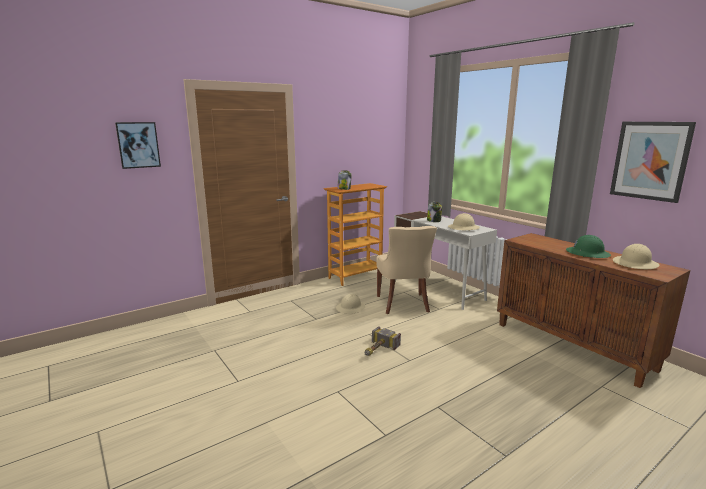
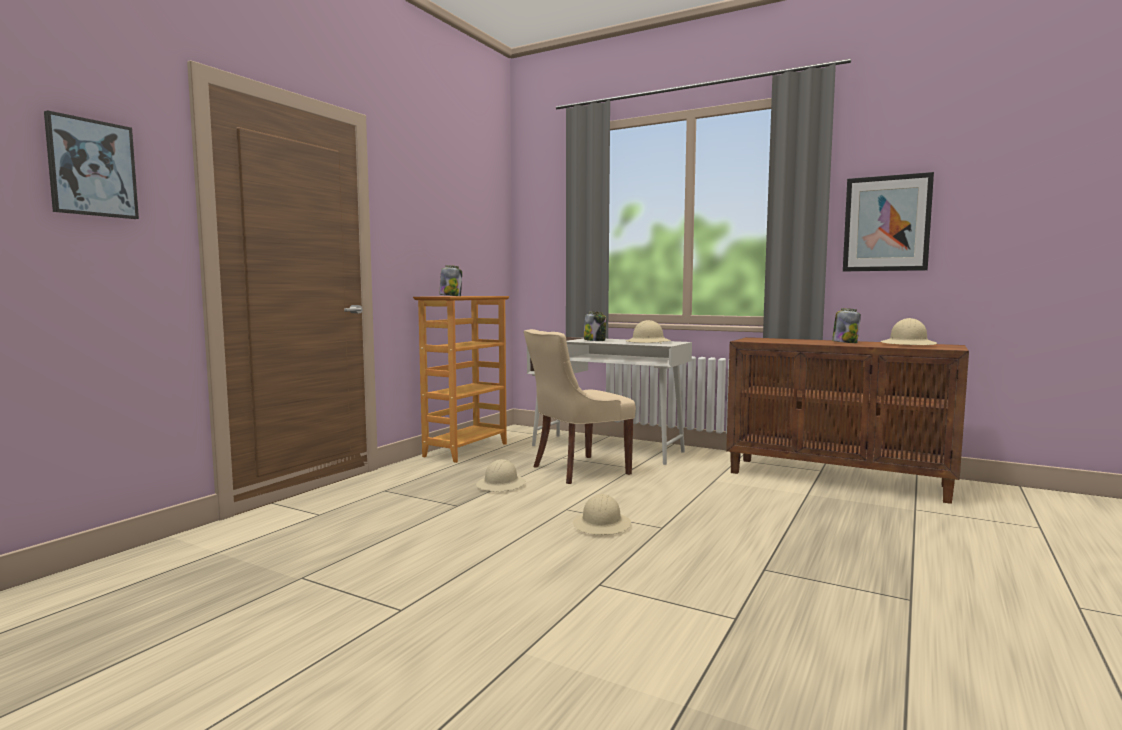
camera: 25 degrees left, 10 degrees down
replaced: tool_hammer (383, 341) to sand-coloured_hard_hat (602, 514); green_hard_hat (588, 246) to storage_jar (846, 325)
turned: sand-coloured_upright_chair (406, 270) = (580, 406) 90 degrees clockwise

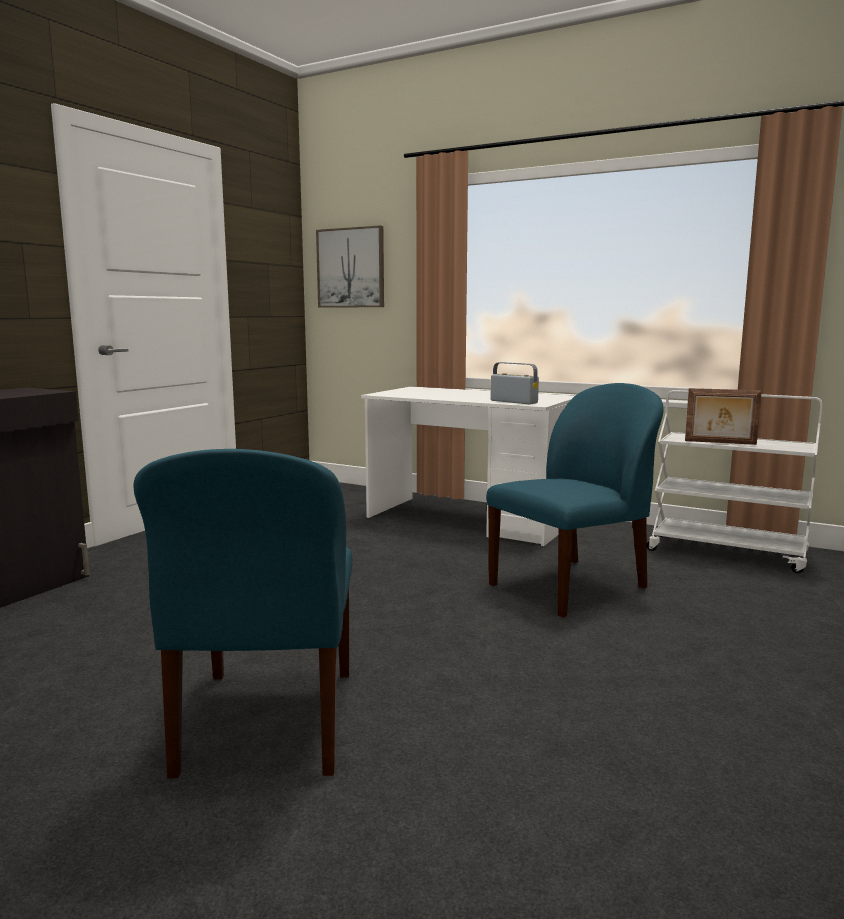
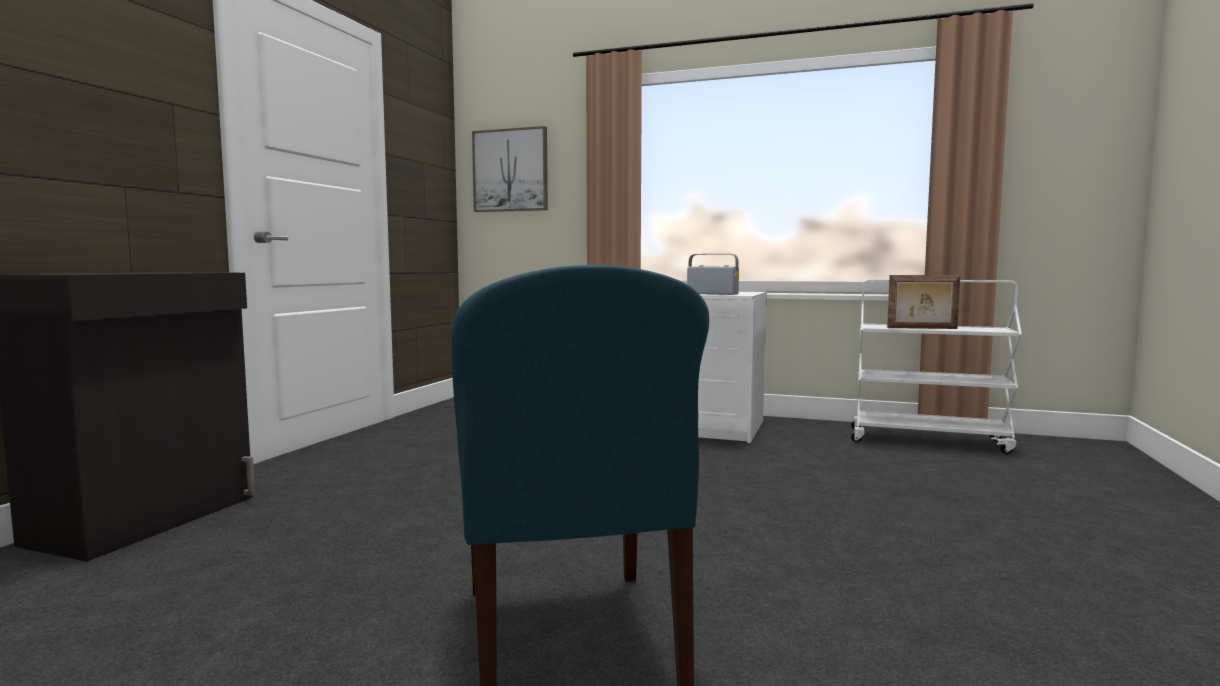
camera: 10 degrees left, 5 degrees down
removed: blue_upright_chair (575, 500)

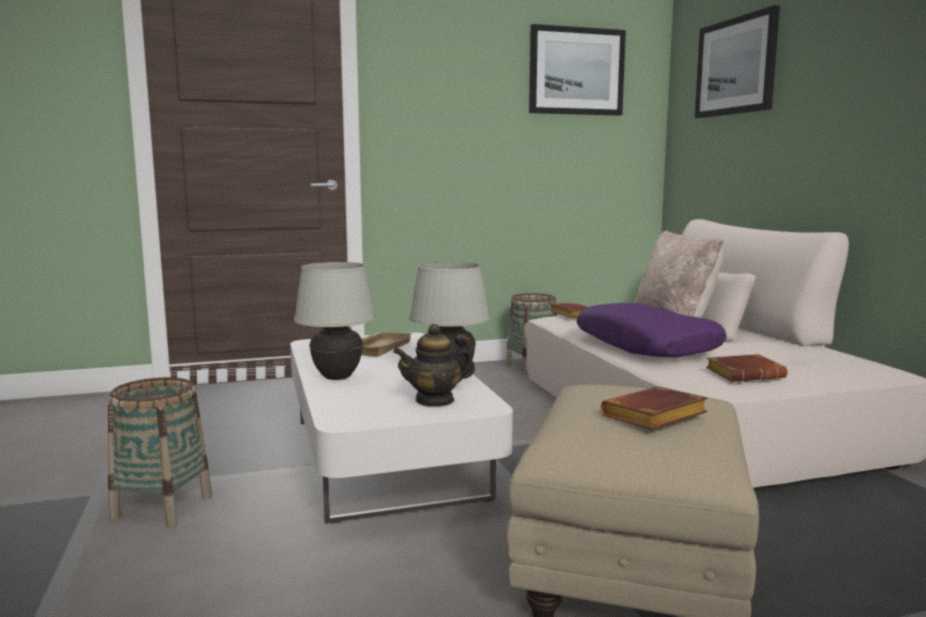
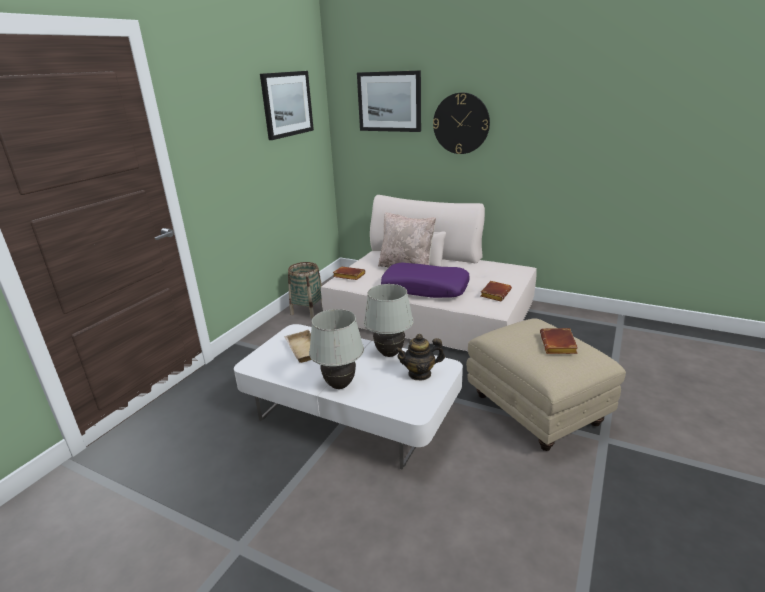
camera: 45 degrees left, 15 degrees up
removed: basket (160, 452)
added: hanging_clock (461, 123)
turned: tea_pot (434, 365) = (419, 357) 60 degrees clockwise

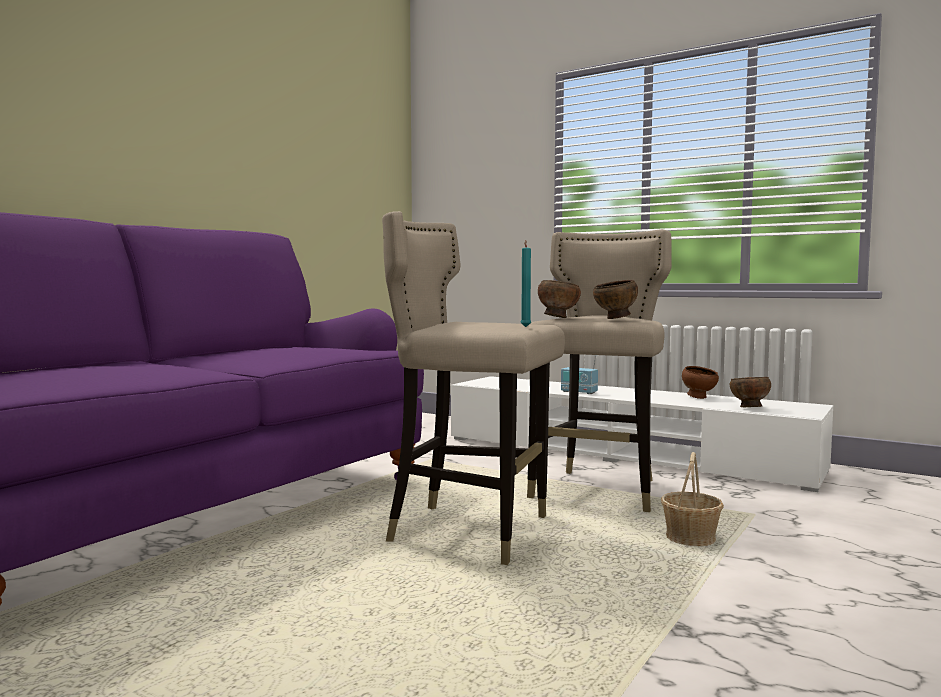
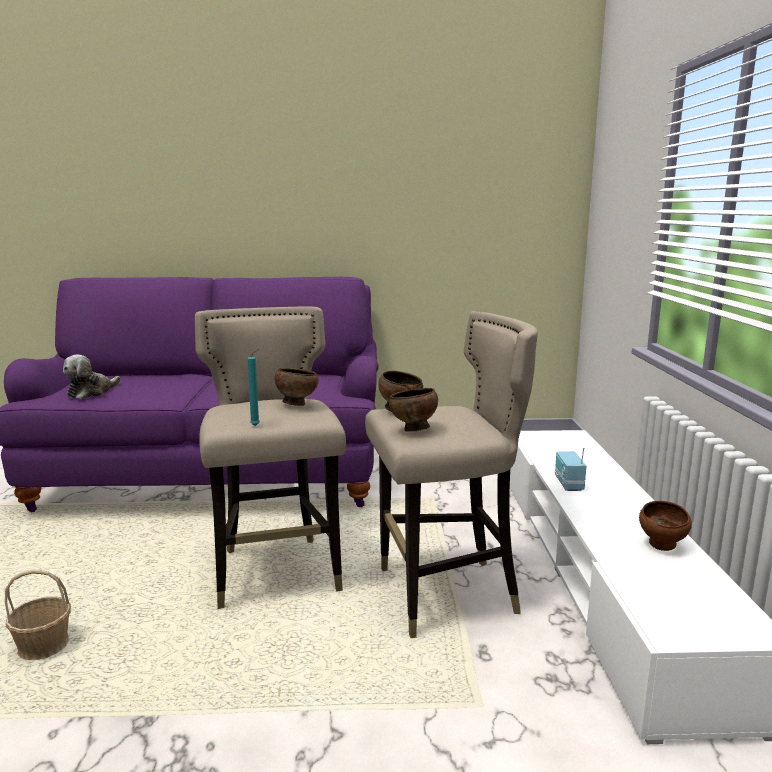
camera: 55 degrees right, 10 degrees up
added: soft_toy (92, 377)
moved: basket (692, 499) to (38, 614); brownish_serving_bowl (750, 392) to (296, 387)

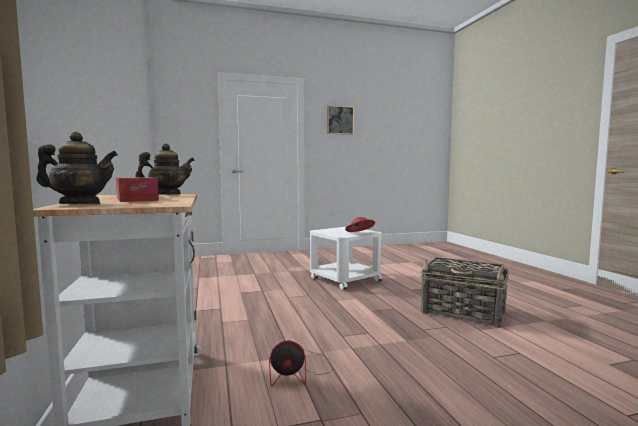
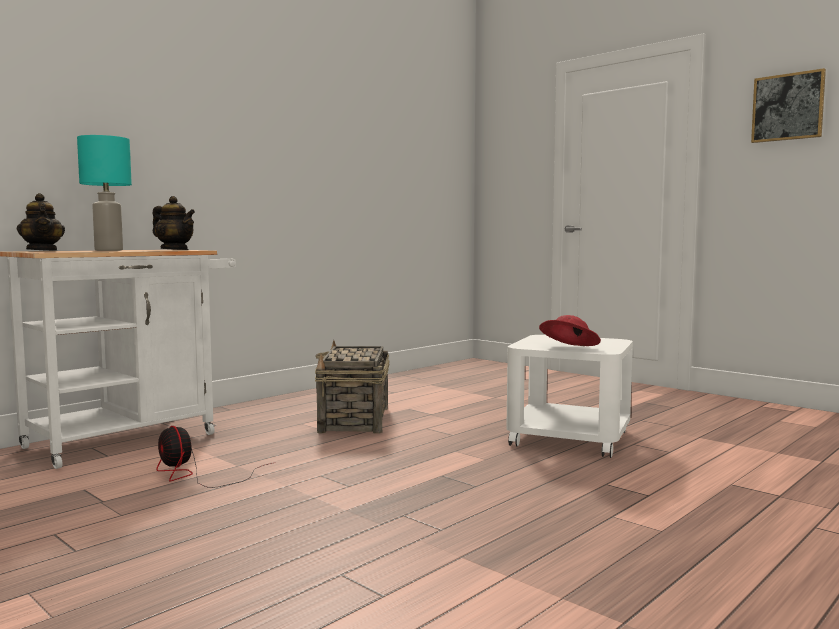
camera: 60 degrees right, 0 degrees up
moved: basket (464, 292) to (352, 387)
replaced: tissue_holder (137, 189) to blue-green_tabletop_lamp (104, 193)

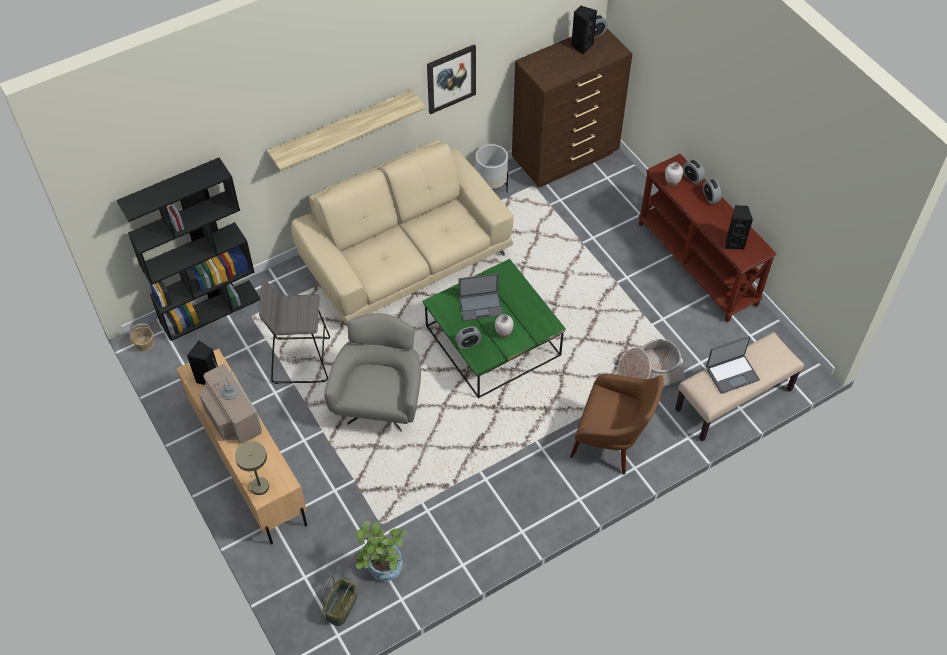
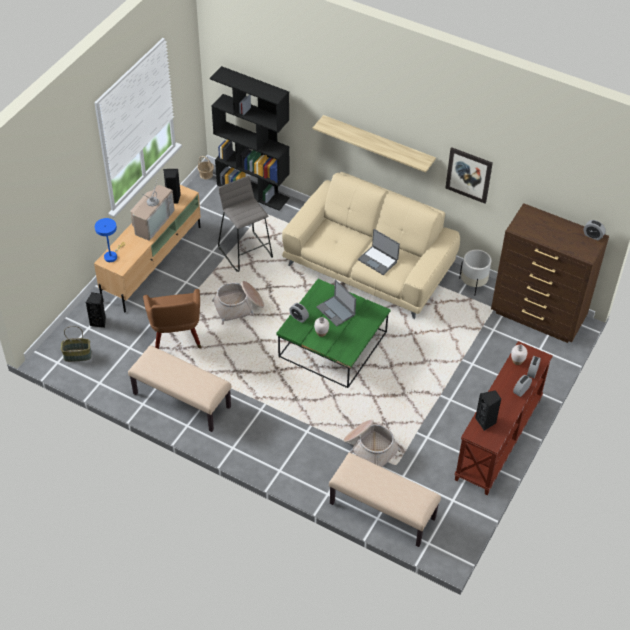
camera: 60 degrees right, 5 degrees down
removed: plant_in_a_pot (380, 551)
added: sand-coloured_long_seat (179, 388)
moved: brownish_easy_chair (616, 424) to (172, 319); blackish_loudspeaker (584, 30) to (96, 310); laptop (733, 365) to (379, 252)
replaced: grey_easy_chair (372, 372) to basket (238, 303)
recoloured: sand-coloured_tabletop_lamp (252, 468) to blue_tabletop_lamp (110, 240)

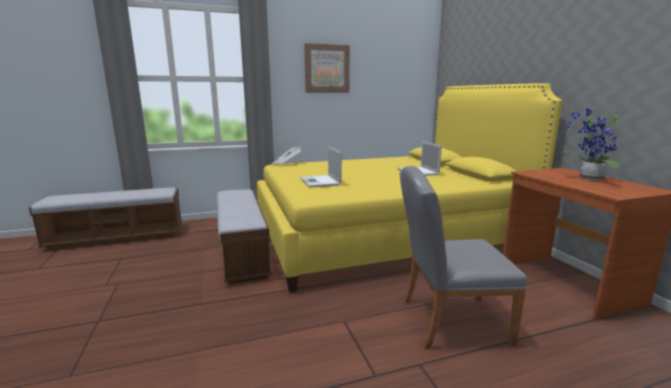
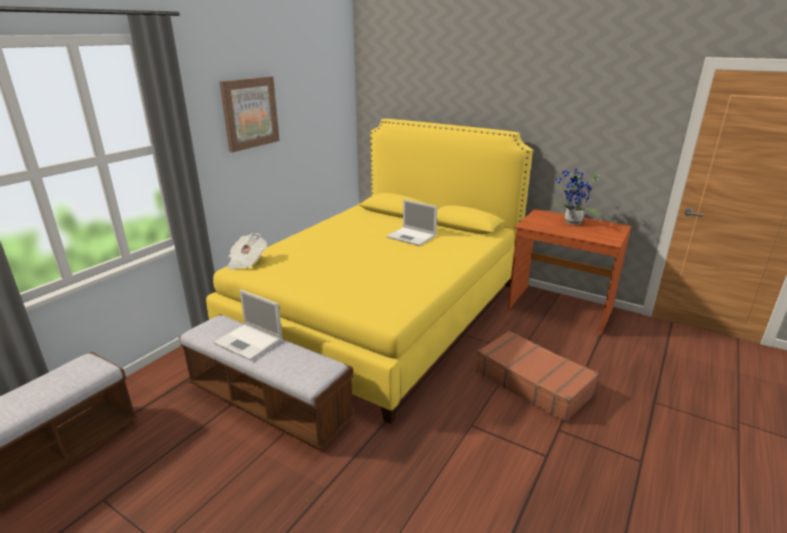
camera: 40 degrees left, 10 degrees up
moved: laptop (321, 167) to (247, 325)
replaced: grey_upright_chair (463, 257) to brownish_travel_case (537, 377)

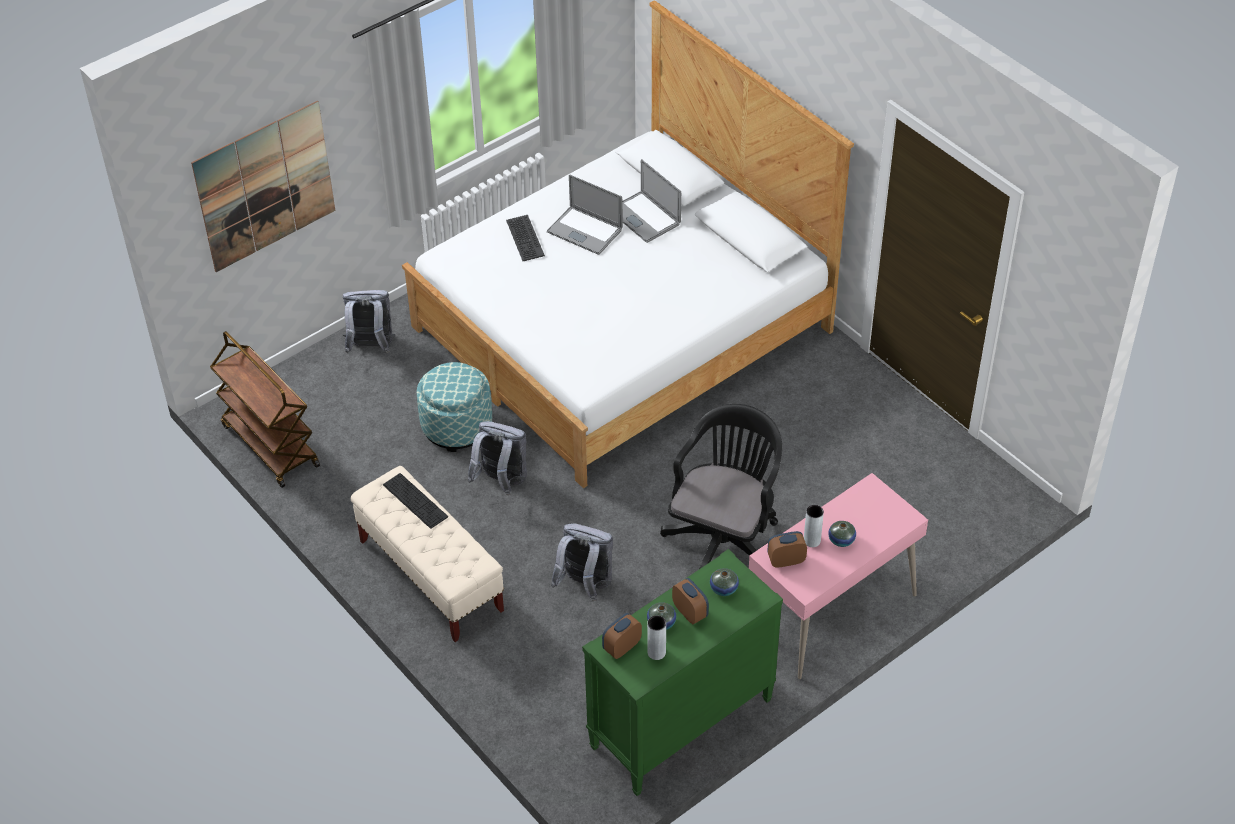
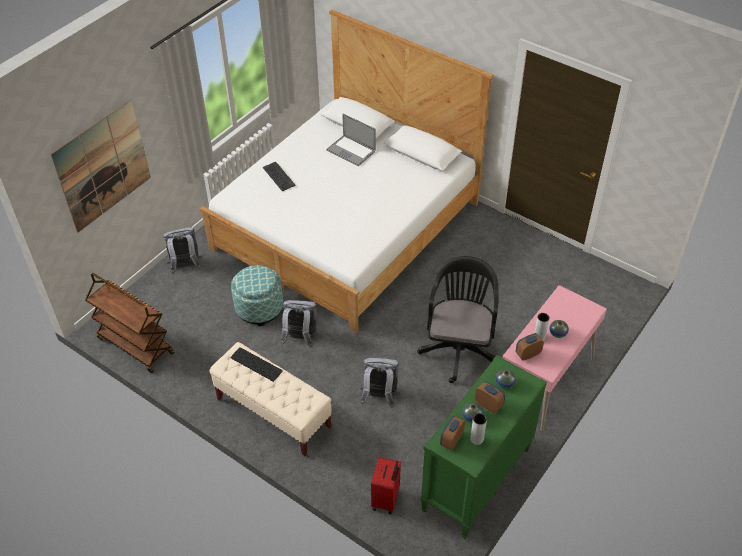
camera: 15 degrees left, 0 degrees up
removed: laptop (585, 214)
added: red-coloured_travel_case (386, 485)

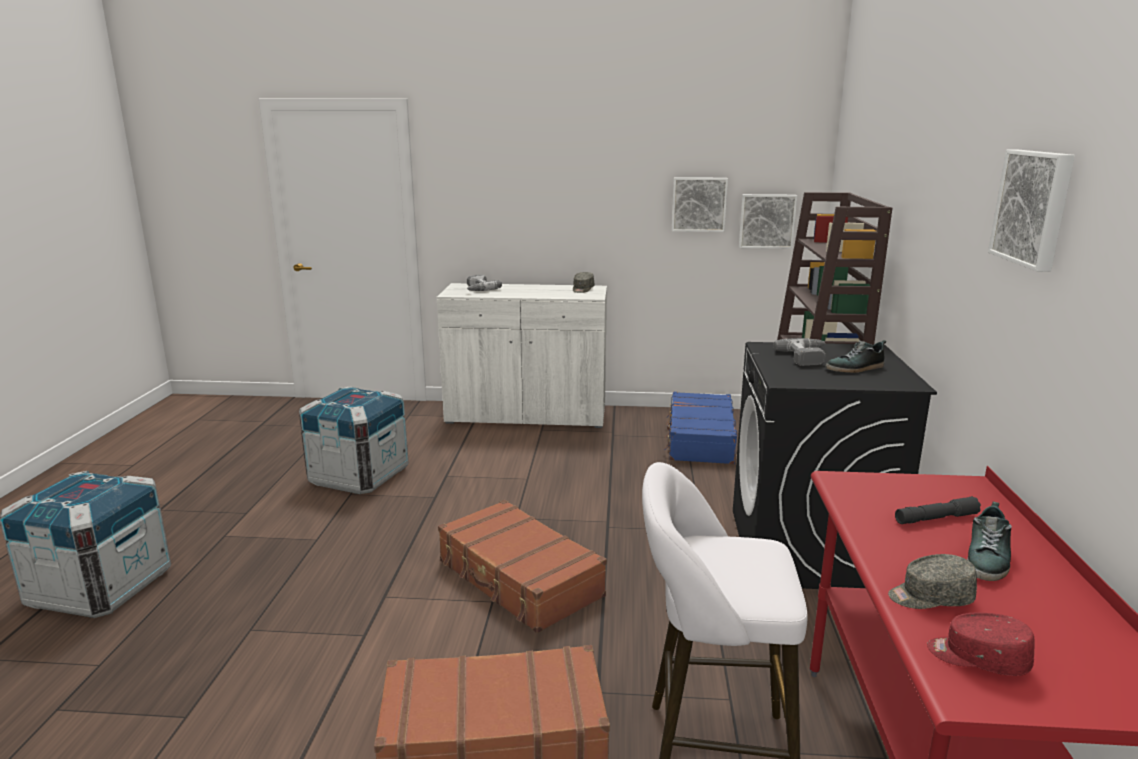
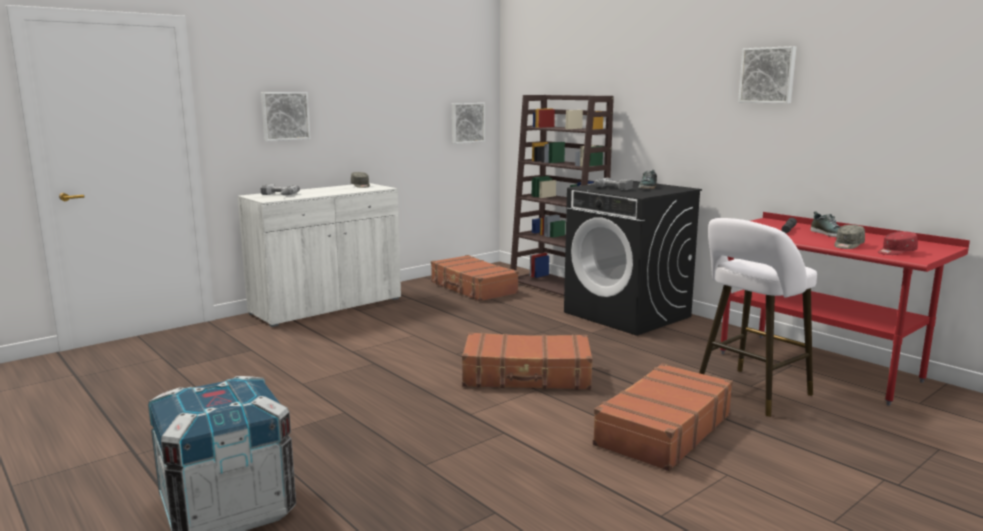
camera: 45 degrees left, 5 degrees down
removed: crate (354, 440)
moved: picture (700, 204) to (286, 116)
recoloured: blue_travel_case (700, 428) to brownish_travel_case (475, 278)

